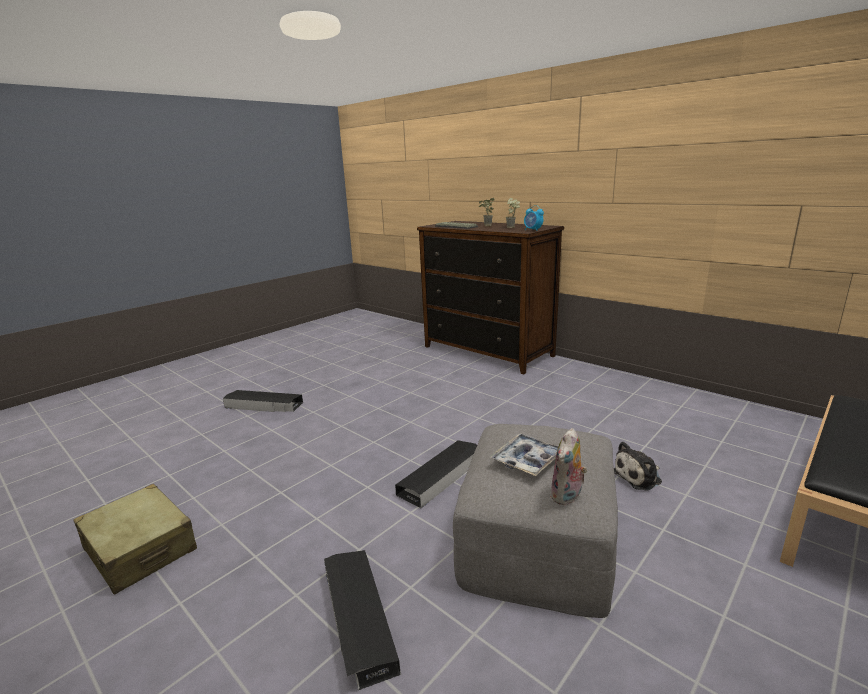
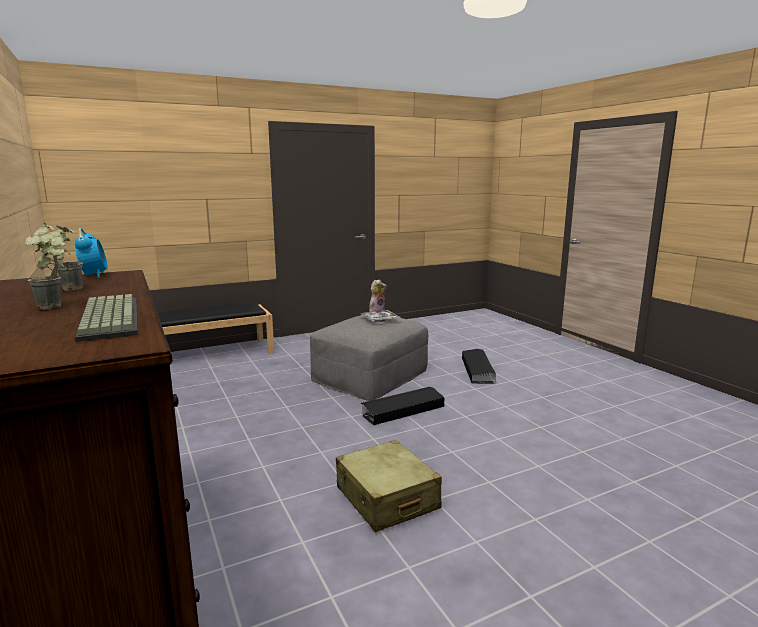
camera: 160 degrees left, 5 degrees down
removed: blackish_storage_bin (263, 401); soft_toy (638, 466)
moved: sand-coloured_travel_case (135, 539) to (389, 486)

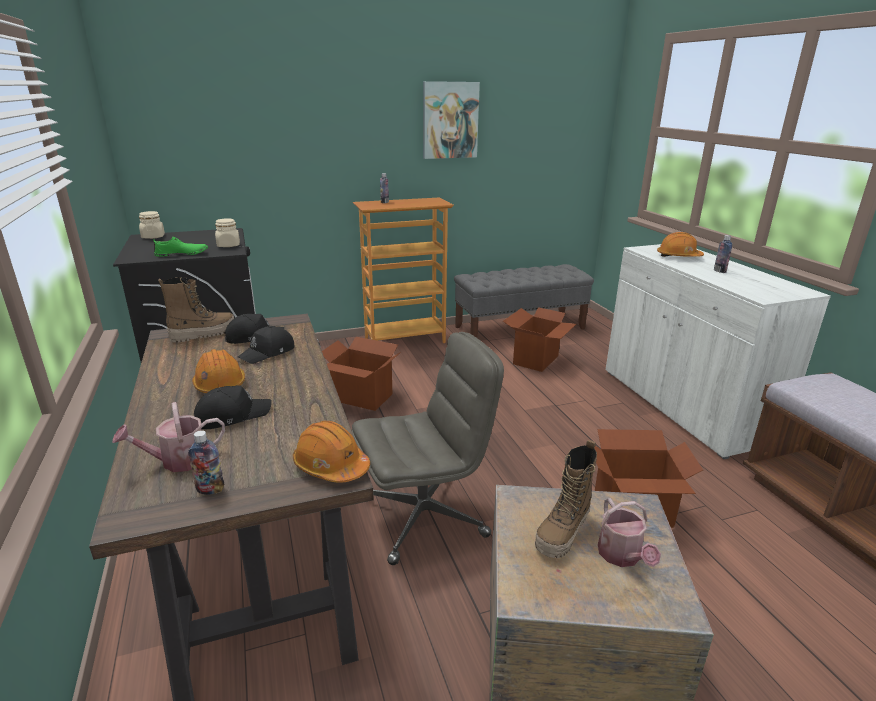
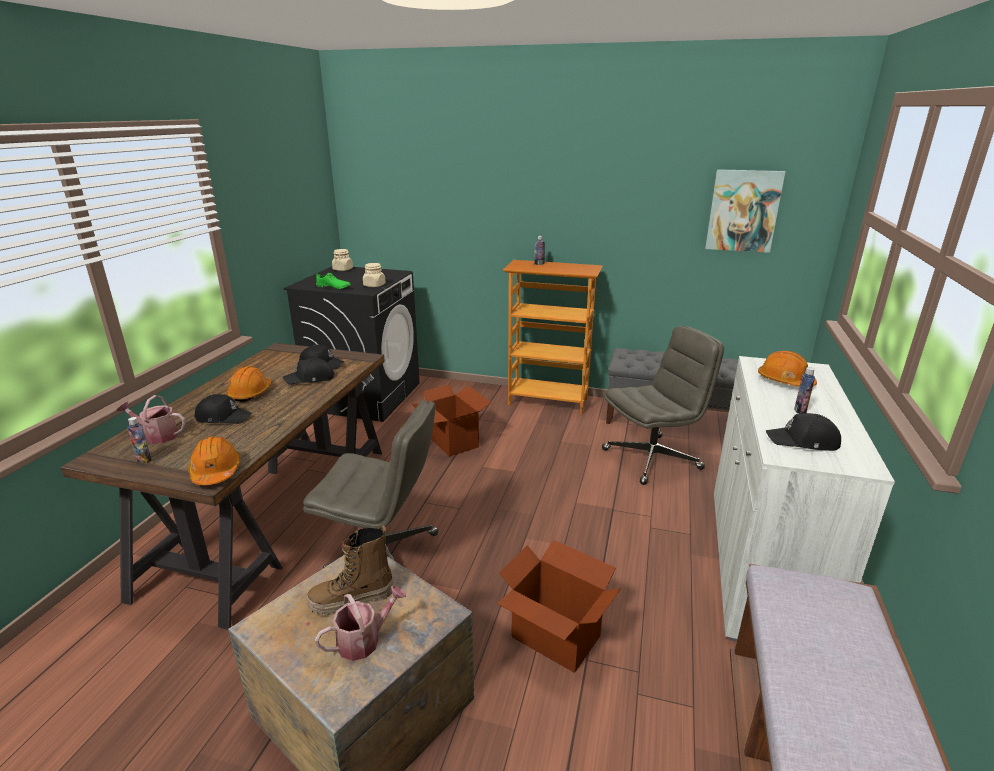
camera: 35 degrees right, 0 degrees up
removed: high-top_boot (196, 310)
added: blackish_peaked_cap (803, 432)
moved: picture (451, 120) to (745, 211)
replaced: carton (539, 339) to grey_computer_chair (663, 405)
turned: watering_pot (629, 532) = (360, 623) 150 degrees counterclockwise

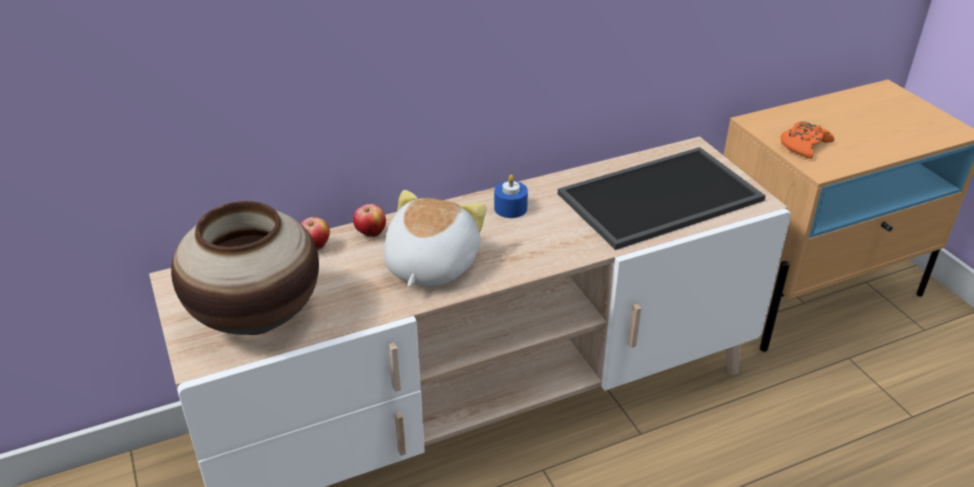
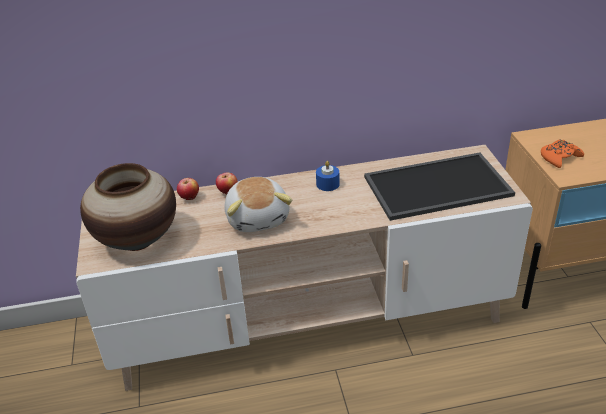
camera: 15 degrees right, 0 degrees up
turned: soft_toy (435, 238) = (258, 204) 135 degrees clockwise

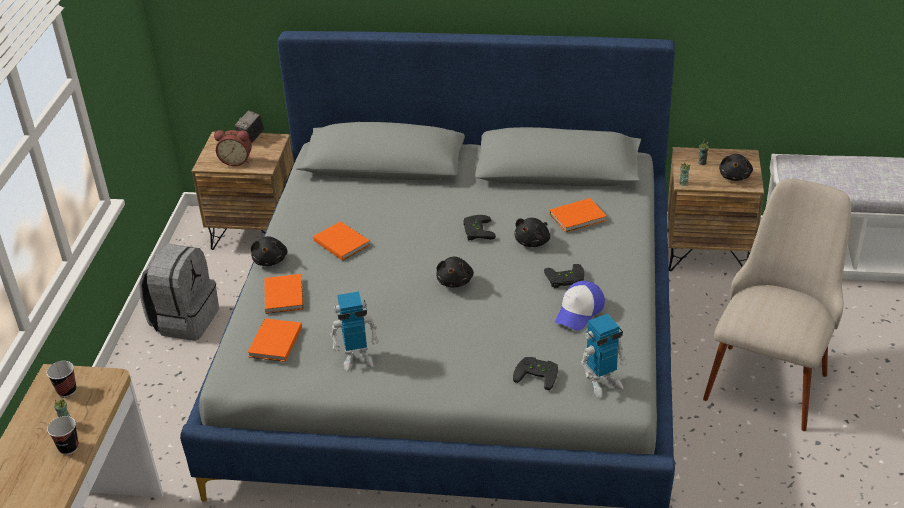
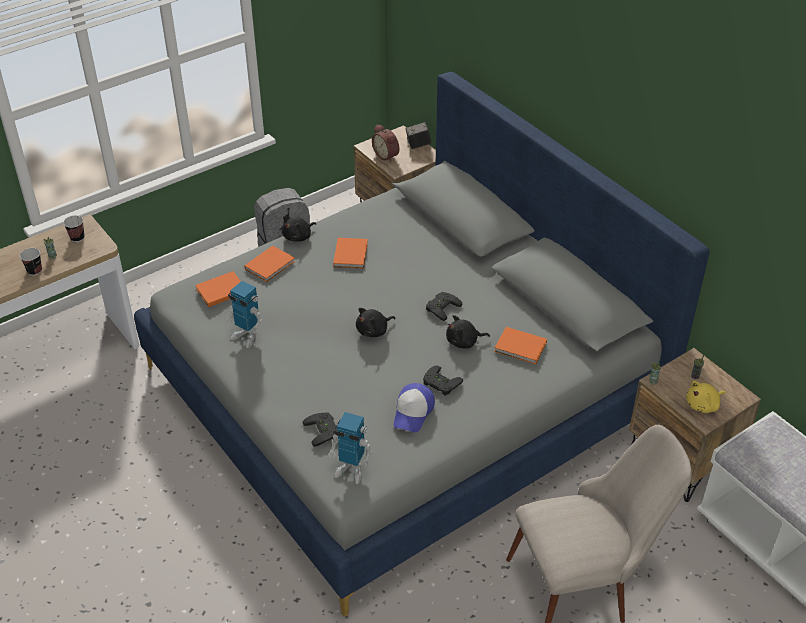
camera: 45 degrees right, 5 degrees up
recoloured: blackish_soft_toy (736, 167) to yellow-coloured_soft_toy (706, 397)
turned: peaked_cap (580, 306) = (414, 407) 60 degrees counterclockwise

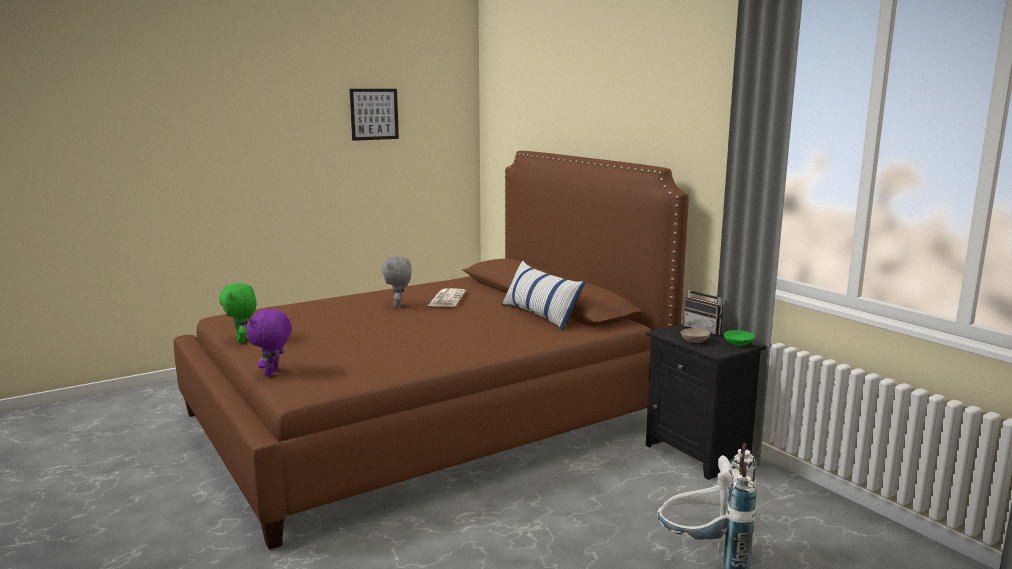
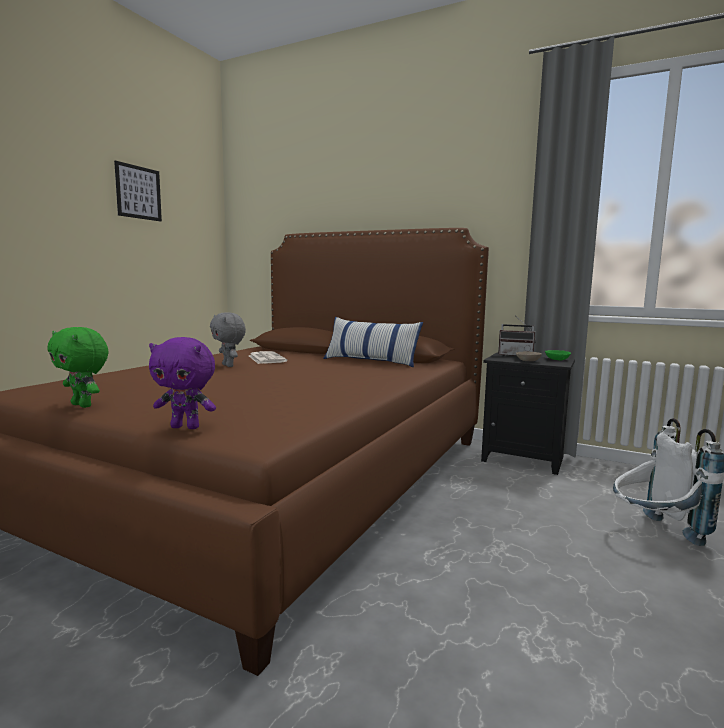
camera: 30 degrees left, 5 degrees down
turned: purple_soft_toy (269, 342) = (182, 383) 60 degrees counterclockwise

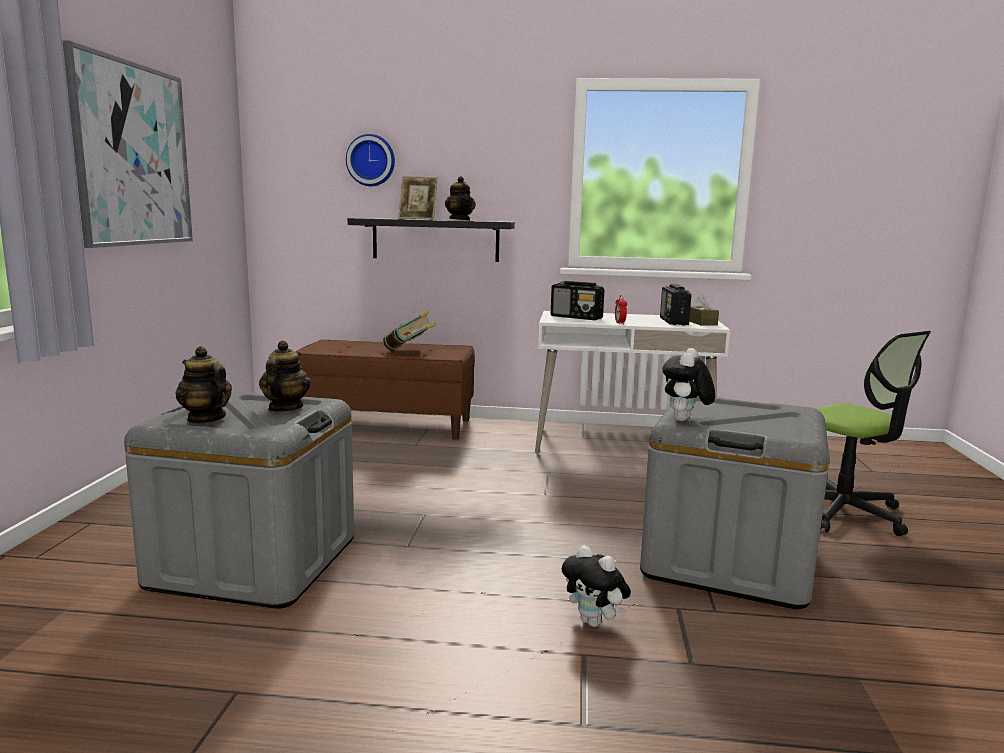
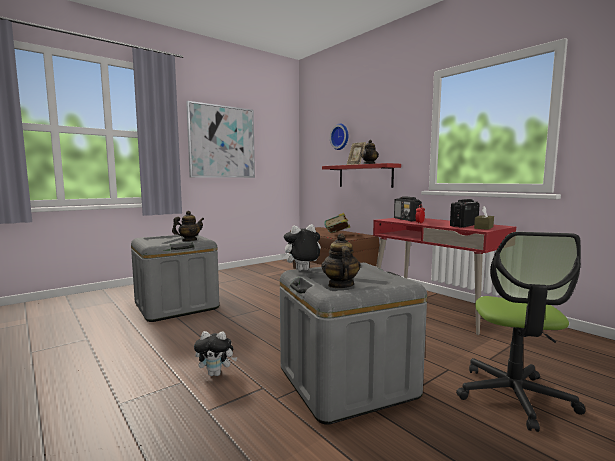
camera: 45 degrees right, 5 degrees down
moved: tea_pot (203, 385) to (341, 260)
recoloured: blackish_wall_shelf (431, 240) to red-coloured_wall_shelf (361, 175); white_desk_unit (632, 382) to red-coloured_desk_unit (444, 276)
turned: soft_toy (596, 586) = (215, 353) 90 degrees counterclockwise

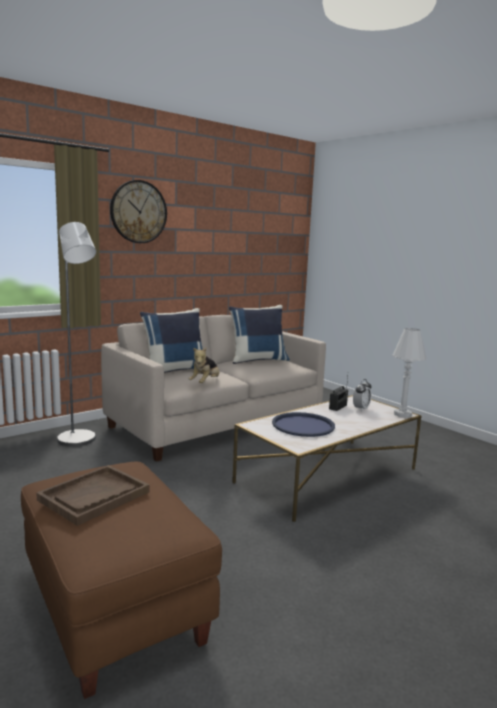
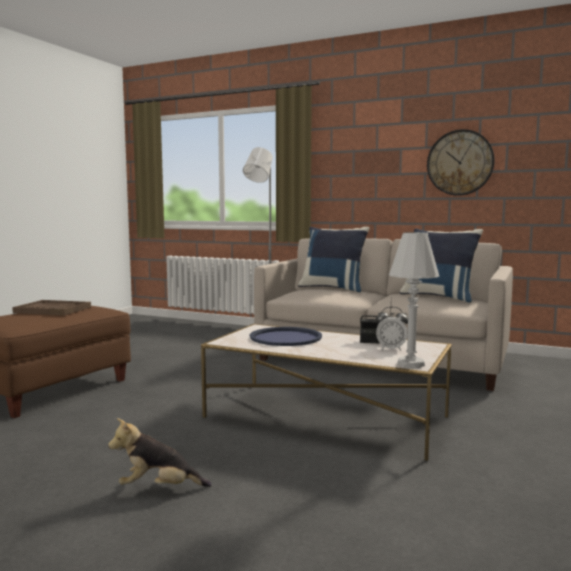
camera: 65 degrees right, 5 degrees down
moved: hanging_clock (138, 211) to (461, 162); soft_toy (204, 365) to (160, 452)

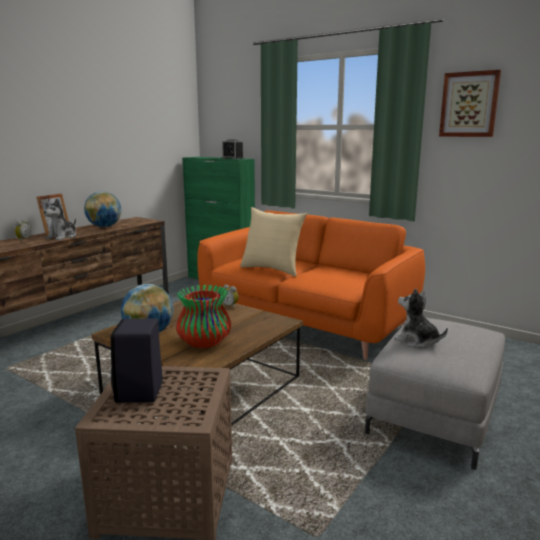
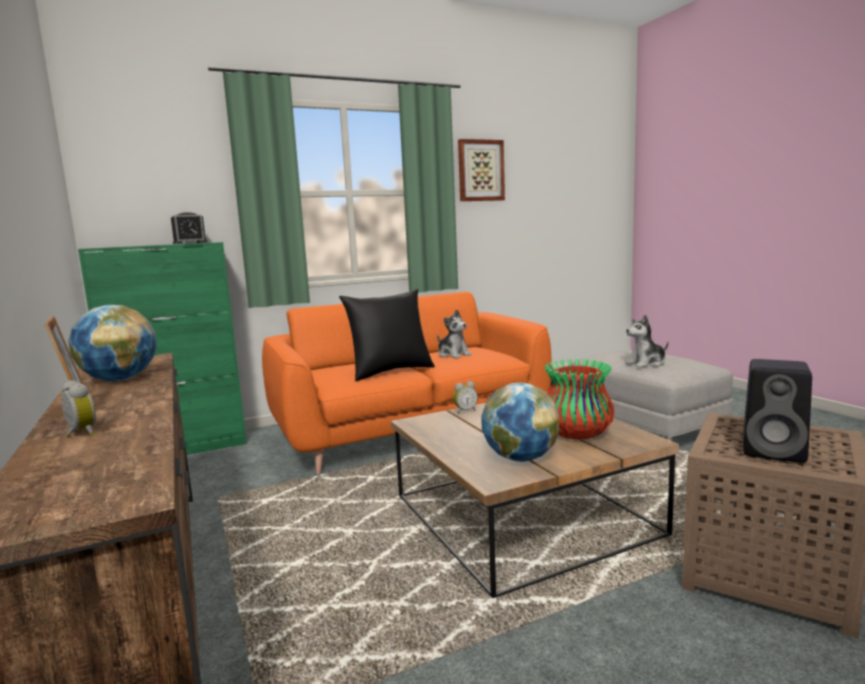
camera: 60 degrees left, 5 degrees down
moved: soft_toy (59, 219) to (454, 334)
recoloured: sand-coloured_cushion (273, 242) to blackish_cushion (387, 335)

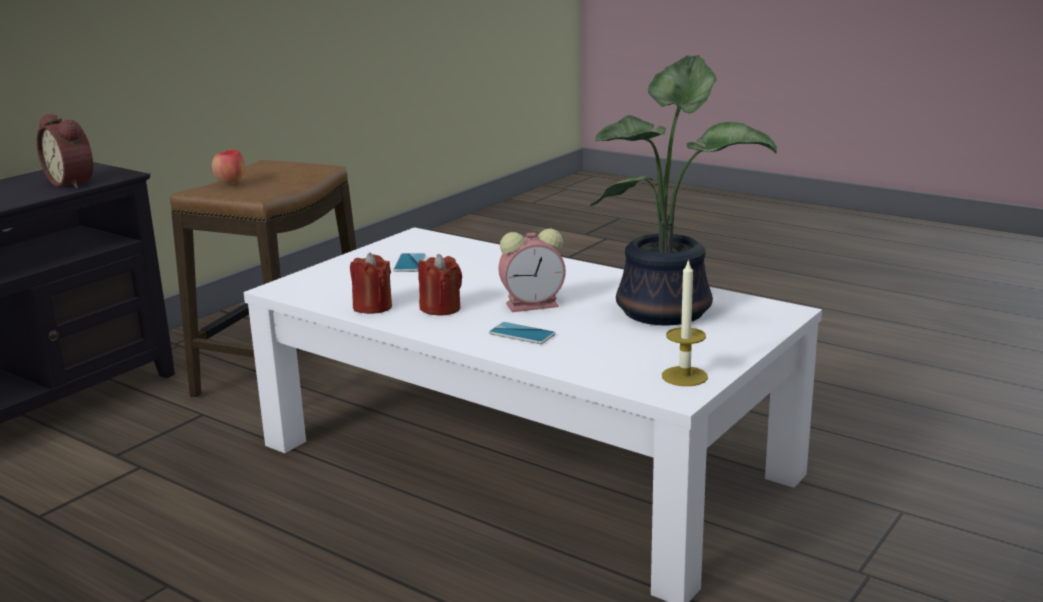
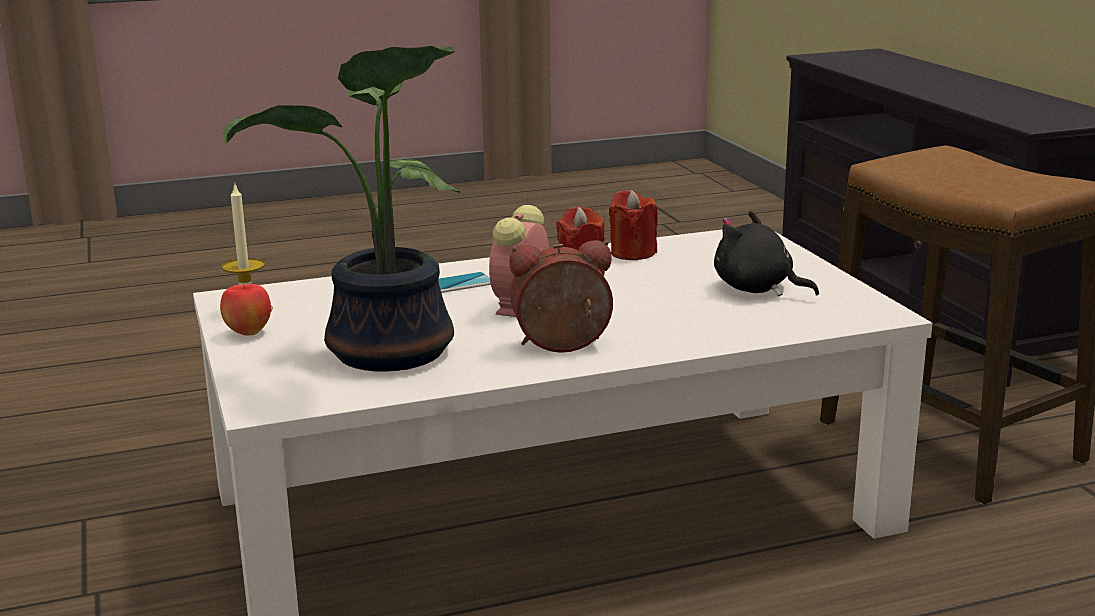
camera: 125 degrees right, 0 degrees up
moved: table_clock (65, 151) to (561, 296); whole_apple (228, 167) to (245, 310)
replaced: phone (409, 262) to blackish_soft_toy (766, 253)

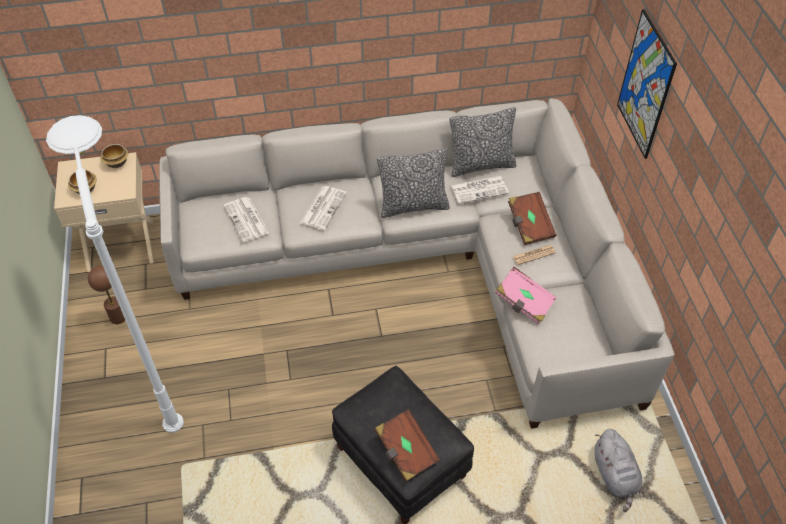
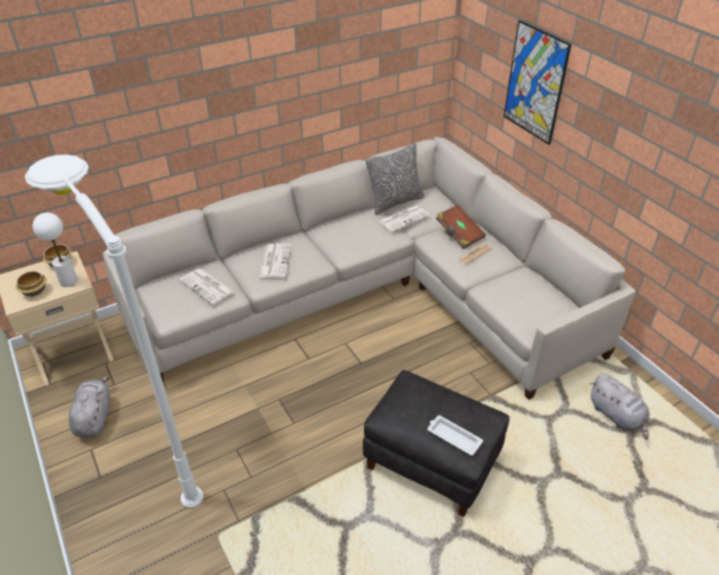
camera: 20 degrees left, 10 degrees down
removed: cushion (413, 183); pink_bound_book (526, 295)
added: white_tabletop_lamp (55, 250)
replaced: brownish_tabletop_lamp (106, 294) to grey_soft_toy (89, 406); brownish_bound_book (407, 445) to white_tray (455, 435)

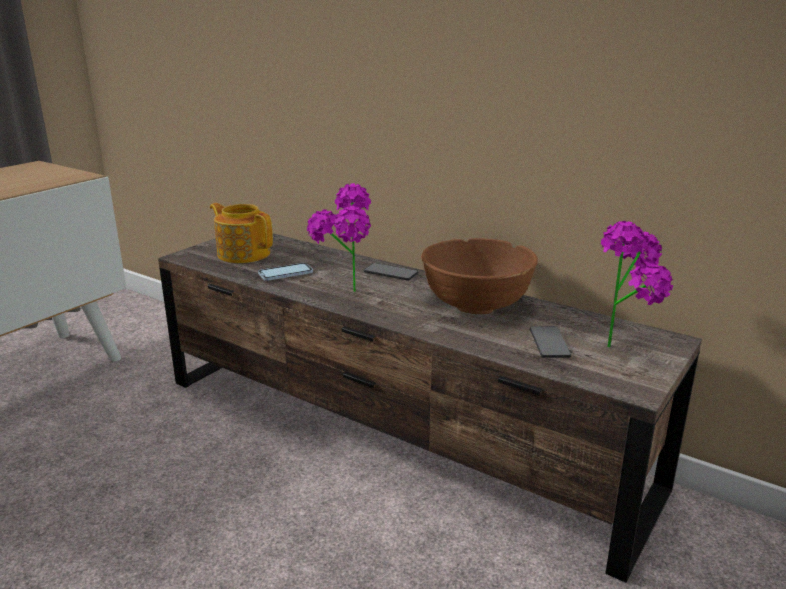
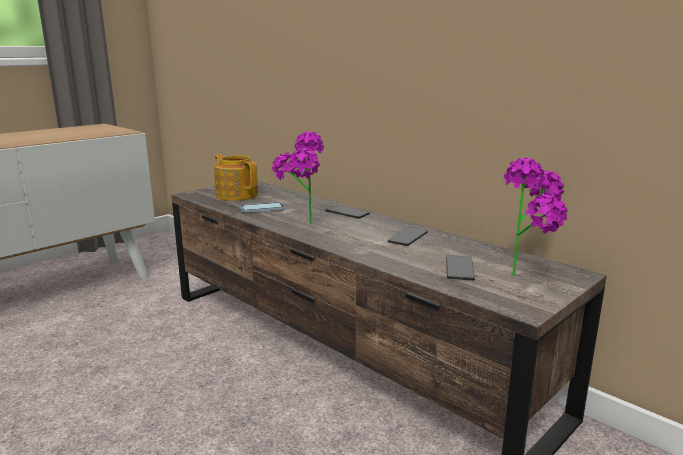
camera: 10 degrees right, 5 degrees down
replaced: brownish_serving_bowl (479, 276) to phone (408, 236)

